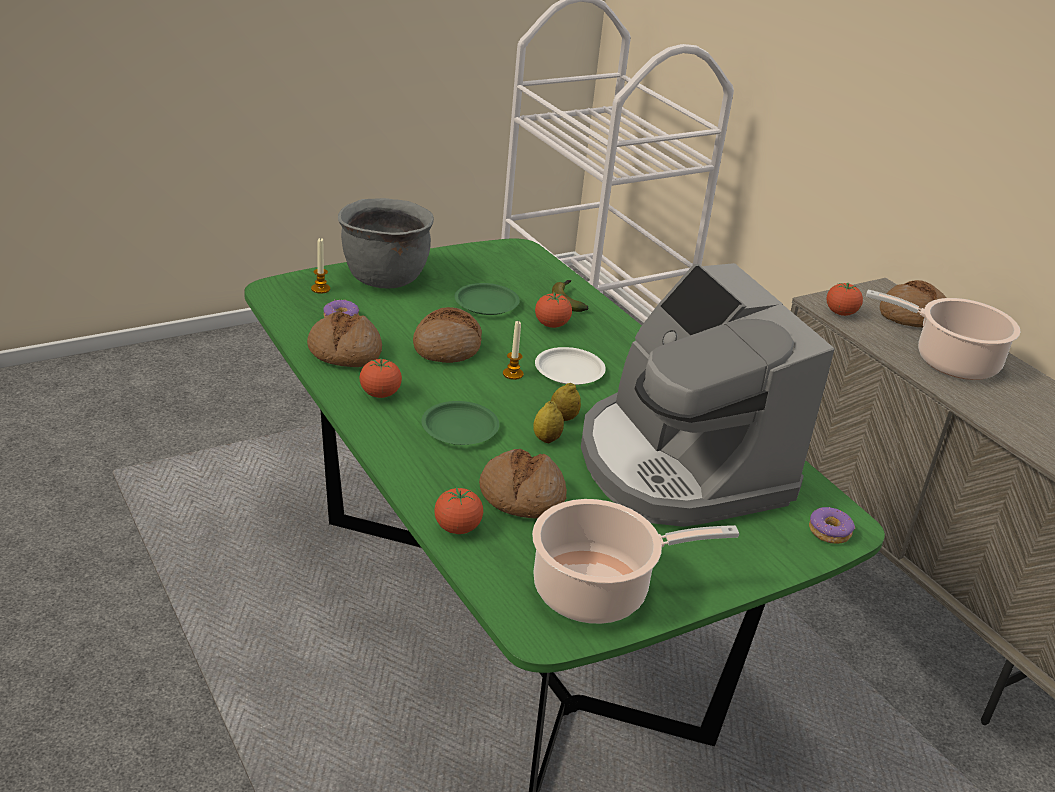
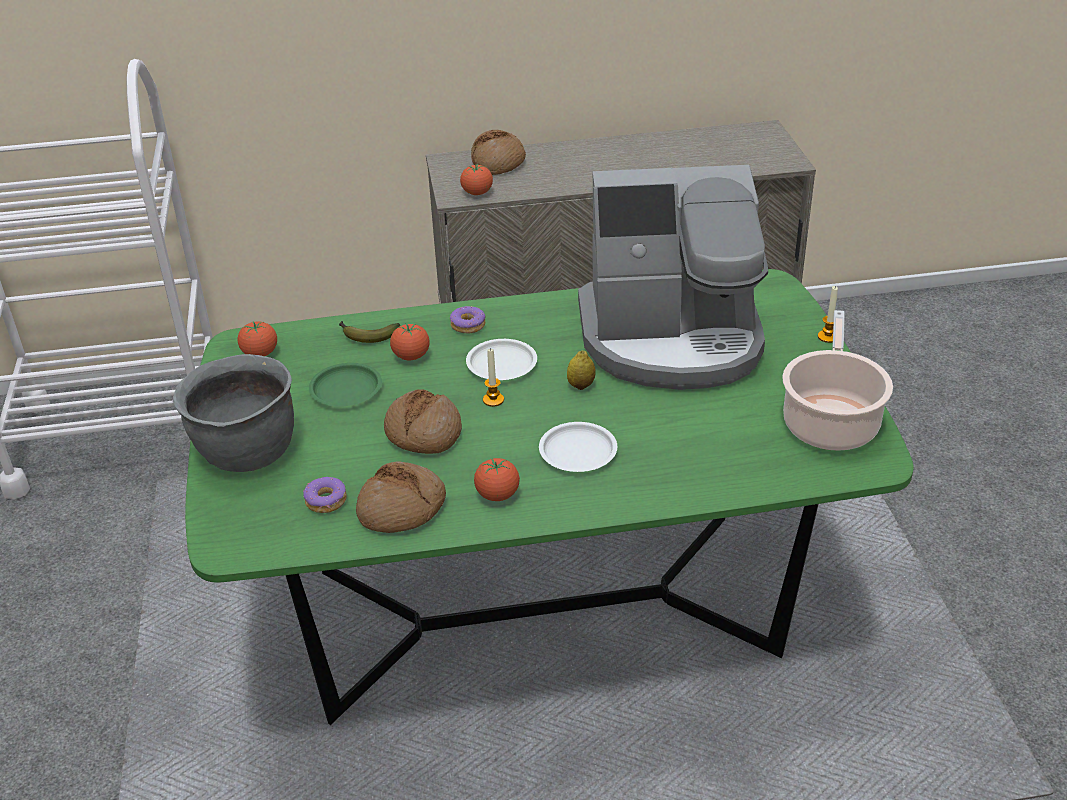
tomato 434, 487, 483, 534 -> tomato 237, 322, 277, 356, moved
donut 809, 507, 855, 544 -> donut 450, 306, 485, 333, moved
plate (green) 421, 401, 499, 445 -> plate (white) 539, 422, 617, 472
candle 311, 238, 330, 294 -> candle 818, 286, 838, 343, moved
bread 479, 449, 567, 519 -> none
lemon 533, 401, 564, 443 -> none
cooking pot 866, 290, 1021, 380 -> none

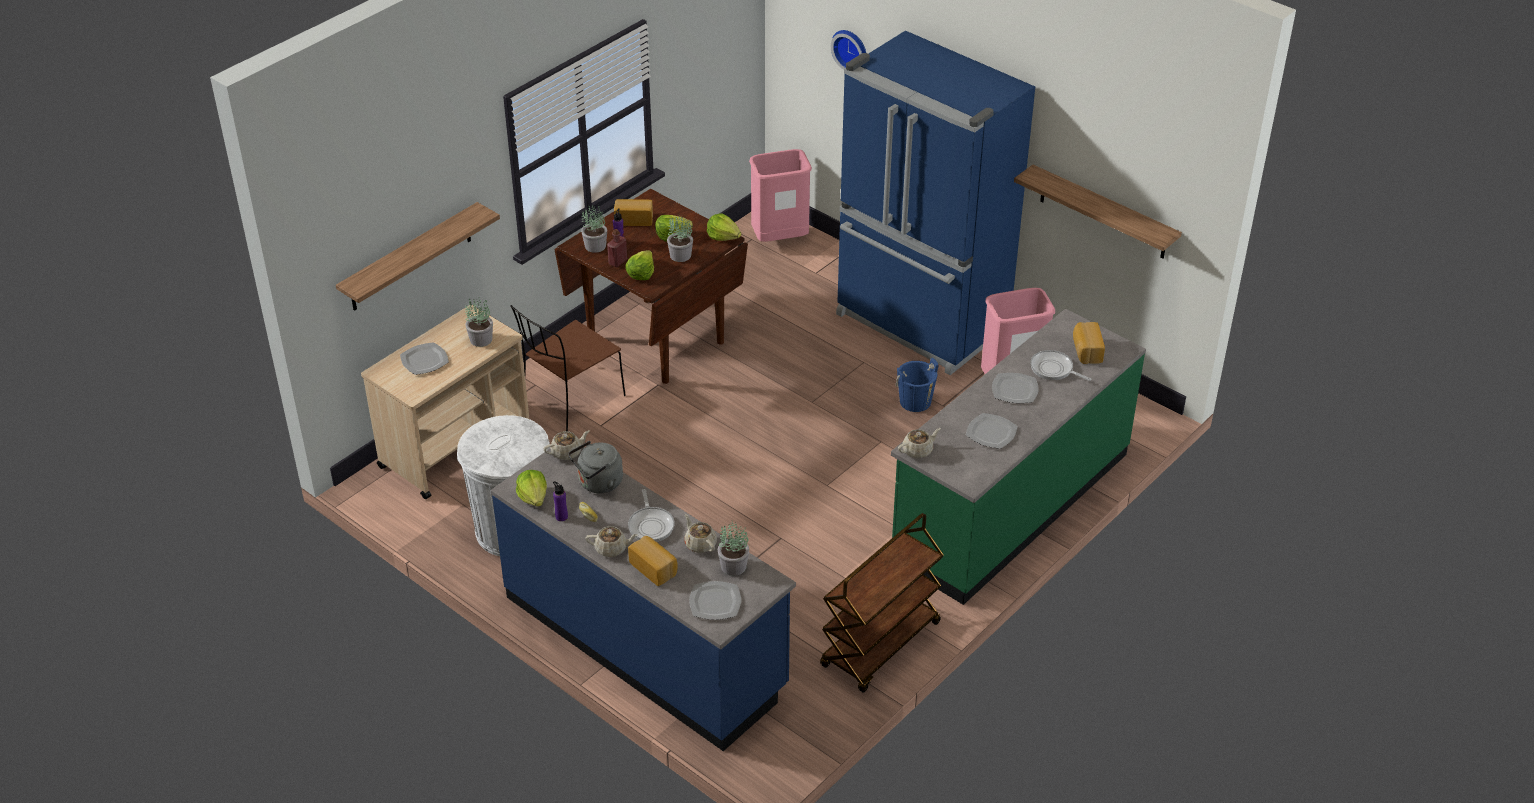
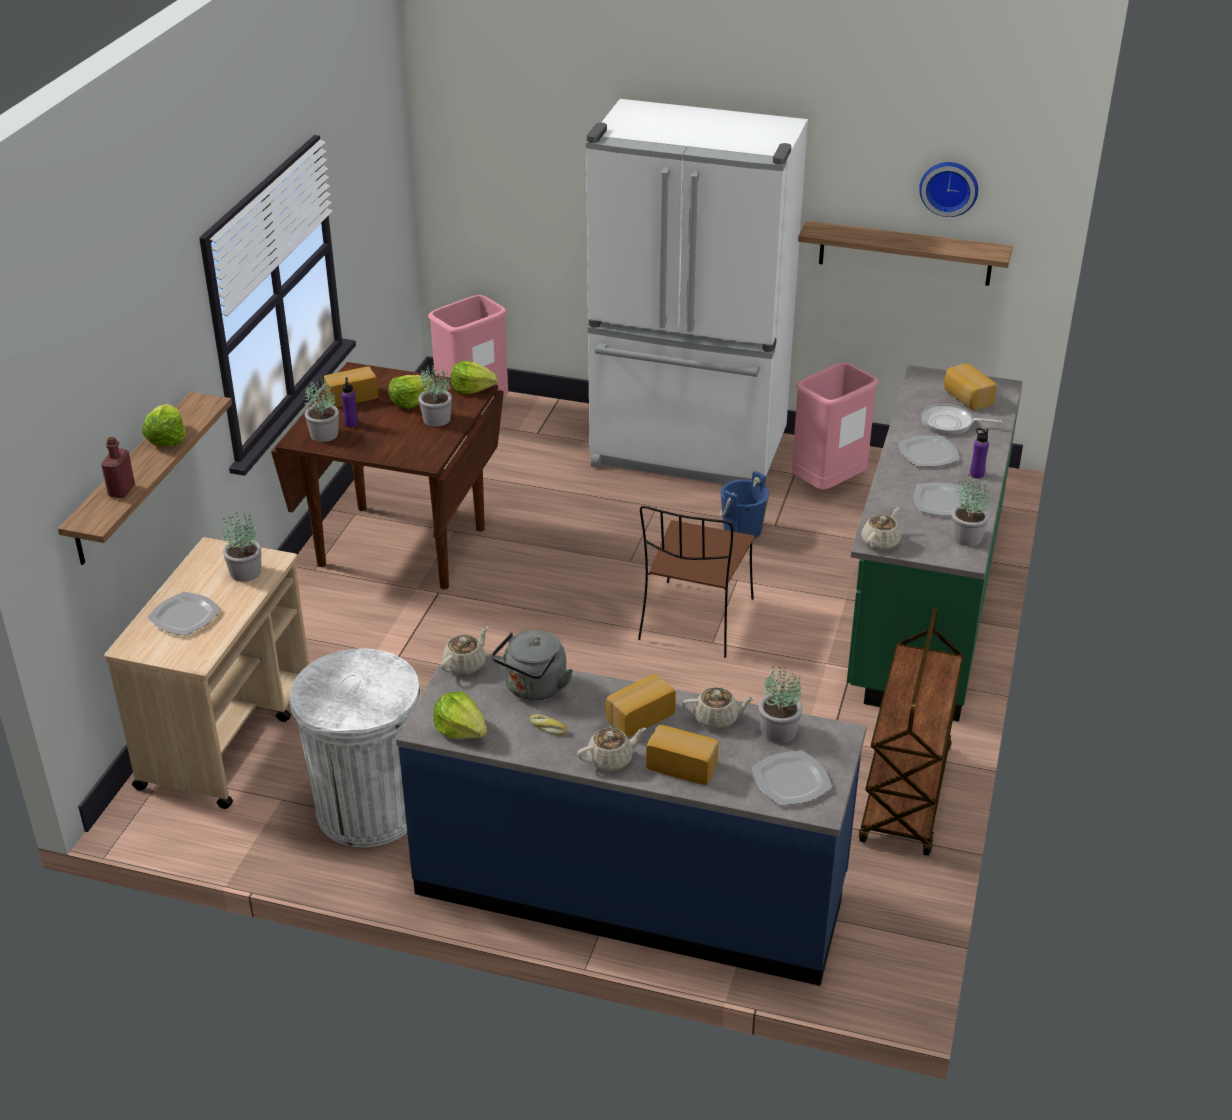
bottle (red) 607, 229, 627, 267 -> bottle (red) 101, 437, 135, 498, moved
lettuce 625, 250, 654, 280 -> lettuce 142, 404, 185, 447, moved
fridge (blue) 836, 31, 1035, 375 -> fridge (white) 586, 99, 808, 484
frying pan 628, 489, 675, 542 -> bread 605, 674, 676, 737
chair (brown) 510, 305, 626, 431 -> chair (brown) 638, 506, 755, 658, moved
teapot (beige) 684, 514, 717, 553 -> teapot (beige) 682, 687, 755, 729, 150 degrees clockwise
wall clock 831, 30, 866, 70 -> wall clock 919, 162, 978, 217, moved
none -> potted plant 951, 474, 989, 546
bottle (purple) 553, 481, 568, 521 -> bottle (purple) 970, 428, 989, 478, moved

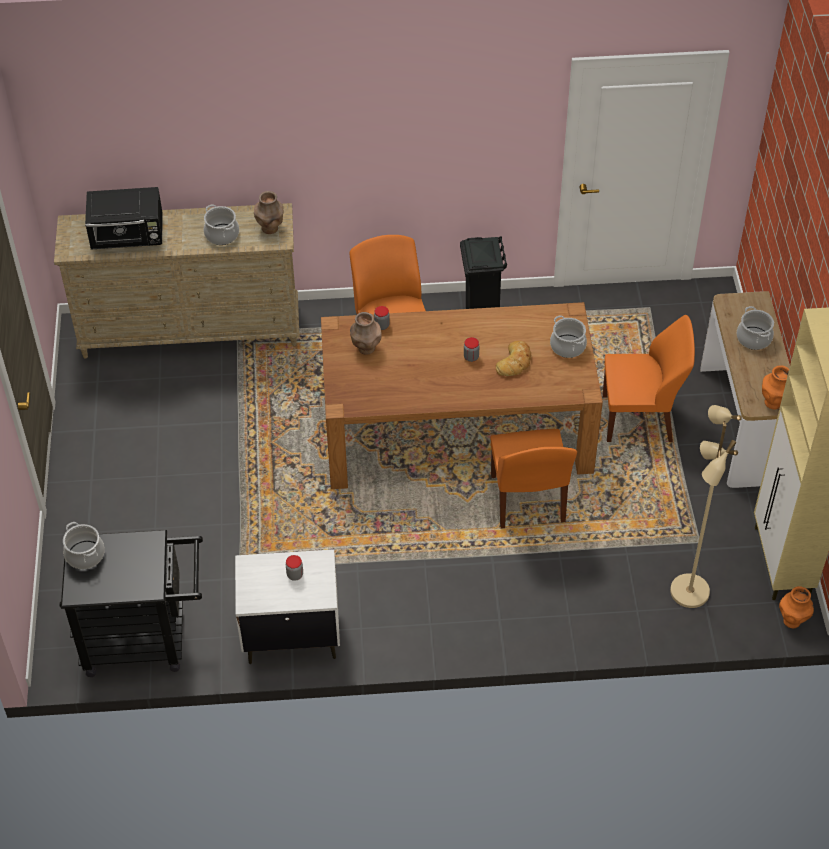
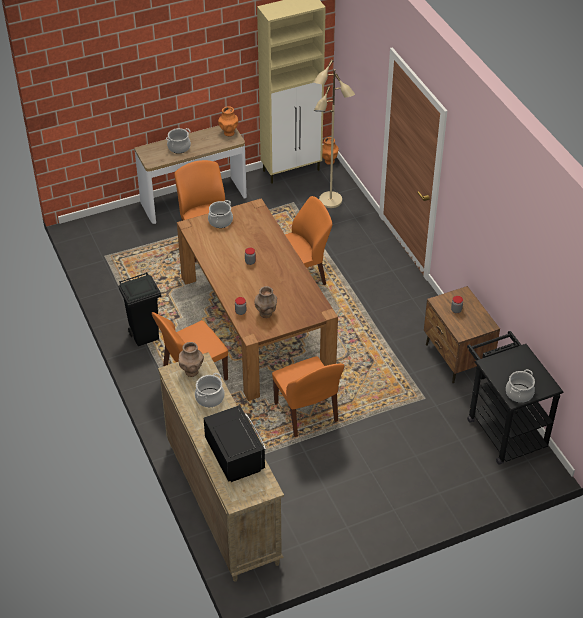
none -> chair (orange) 272, 356, 345, 437
nightstand (white) 235, 549, 340, 664 -> nightstand (brown) 424, 286, 500, 383
bread 496, 341, 531, 376 -> none

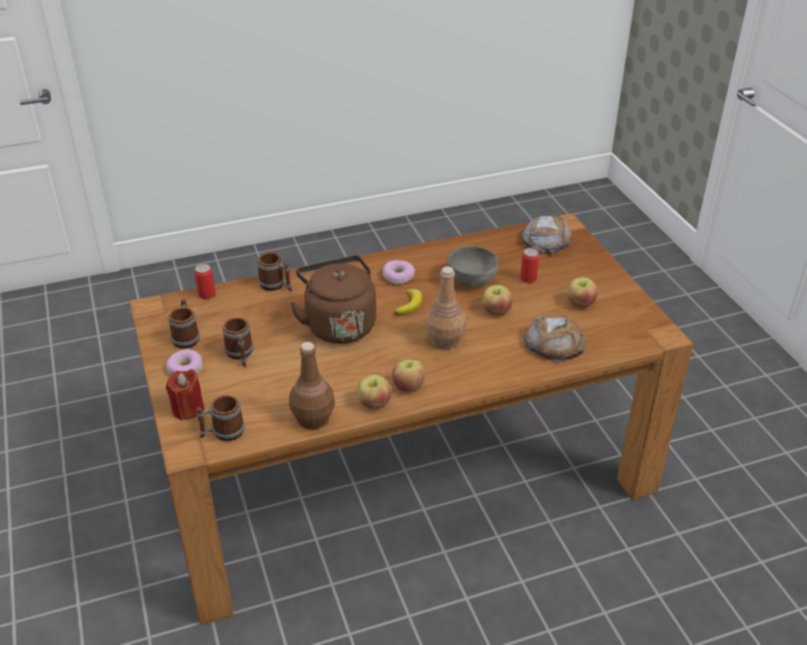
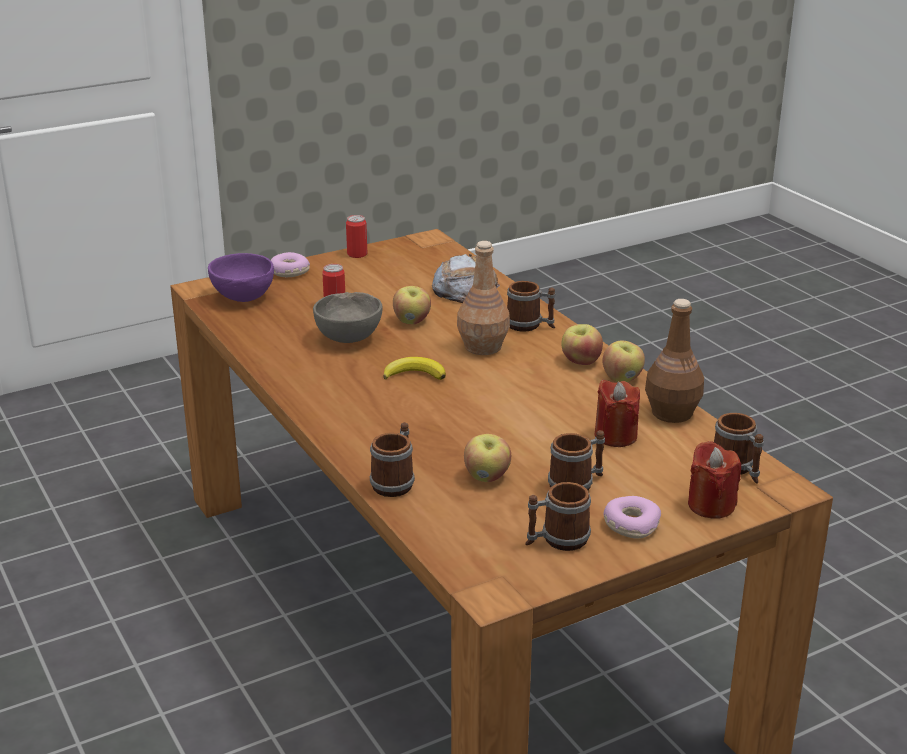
bread 522, 214, 574, 254 -> bowl (purple) 208, 253, 274, 302
donut 382, 260, 415, 285 -> donut 271, 252, 310, 277, moved
can 194, 264, 215, 299 -> can 346, 215, 367, 258, moved
apple 567, 277, 598, 308 -> apple 464, 434, 511, 482, moved
none -> mug 507, 281, 555, 332
none -> candle (red) 595, 380, 640, 447
kettle (brown) 290, 256, 376, 344 -> none

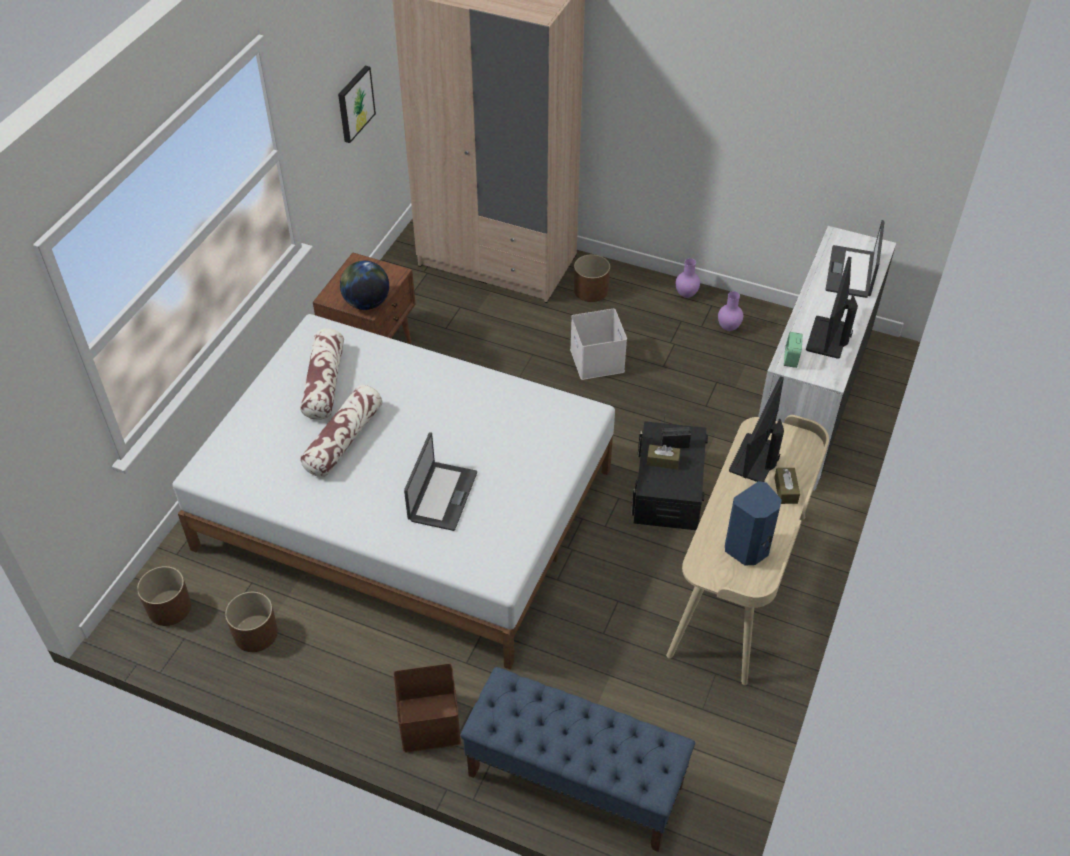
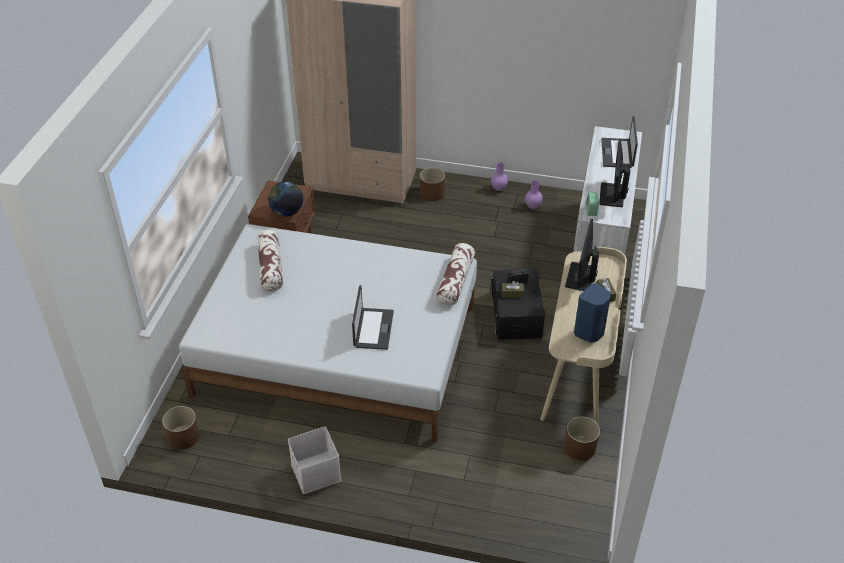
storage box (white) 570, 309, 627, 380 -> storage box (white) 288, 427, 341, 494, moved
pillow 300, 385, 383, 477 -> pillow 436, 243, 475, 305, moved
planter (brown) 225, 592, 278, 652 -> planter (brown) 565, 416, 600, 461, moved
picture 338, 66, 376, 143 -> none
storage box (brown) 394, 664, 461, 753 -> none
bench (blue) 460, 667, 695, 852 -> none

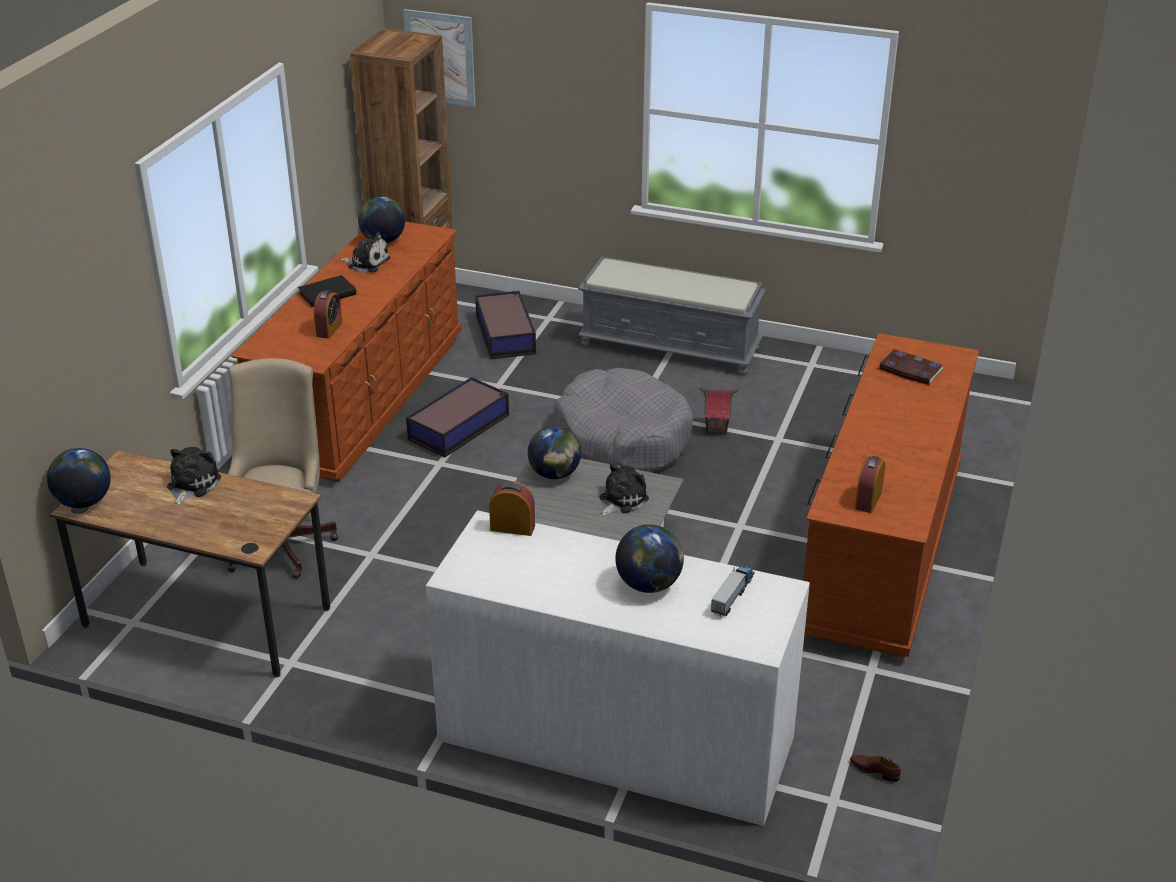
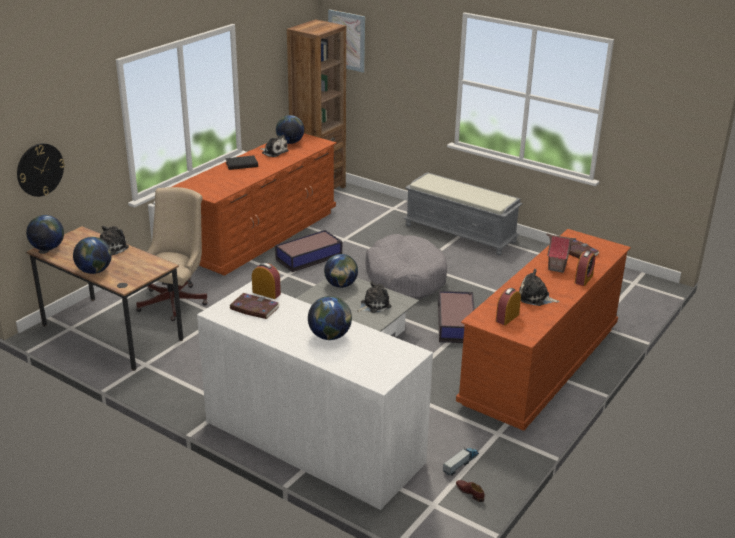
none -> wall clock 17, 143, 65, 197
none -> globe 73, 237, 112, 274
none -> book 230, 293, 280, 319
storage box 475, 291, 536, 359 -> storage box 438, 291, 475, 343, moved
toy truck 711, 567, 755, 617 -> toy truck 443, 447, 479, 476, moved
none -> plush toy 519, 269, 560, 306
toy house 699, 388, 738, 435 -> toy house 546, 233, 576, 273, moved
alarm clock 314, 290, 343, 339 -> alarm clock 575, 251, 595, 286, moved

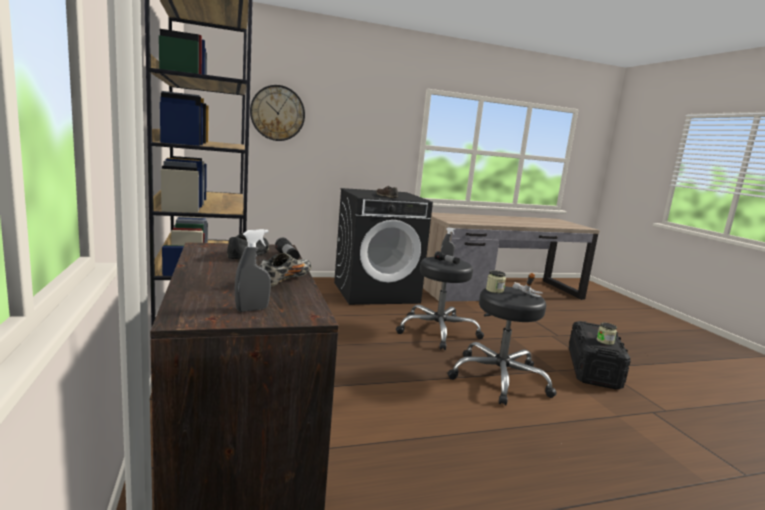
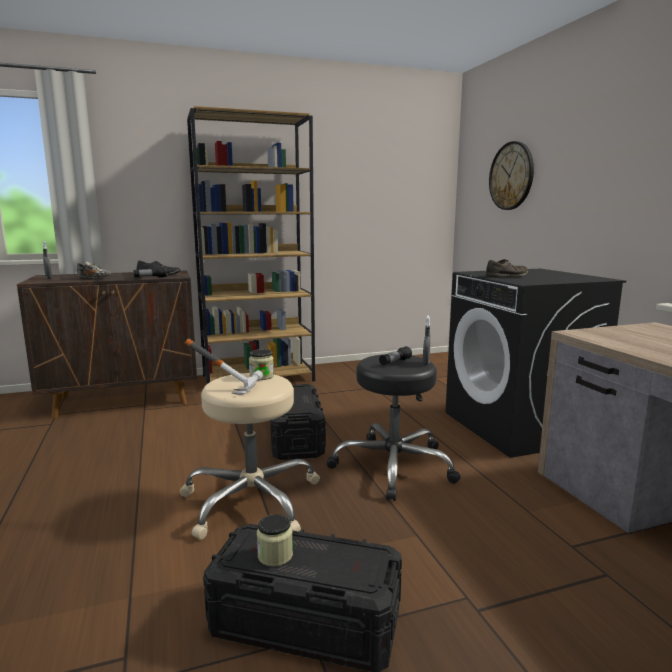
stool (black) 447, 286, 557, 405 -> stool (beige) 180, 373, 320, 540
none -> storage box (black) 270, 383, 326, 460

